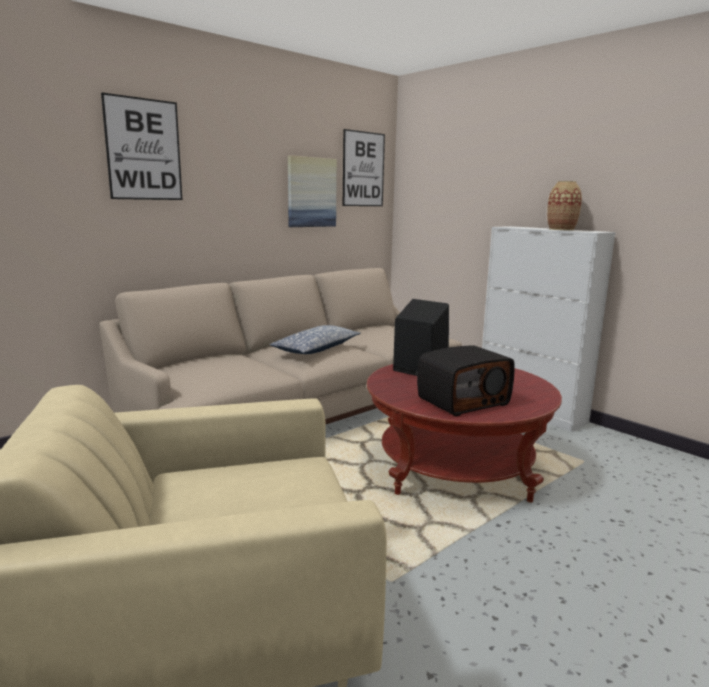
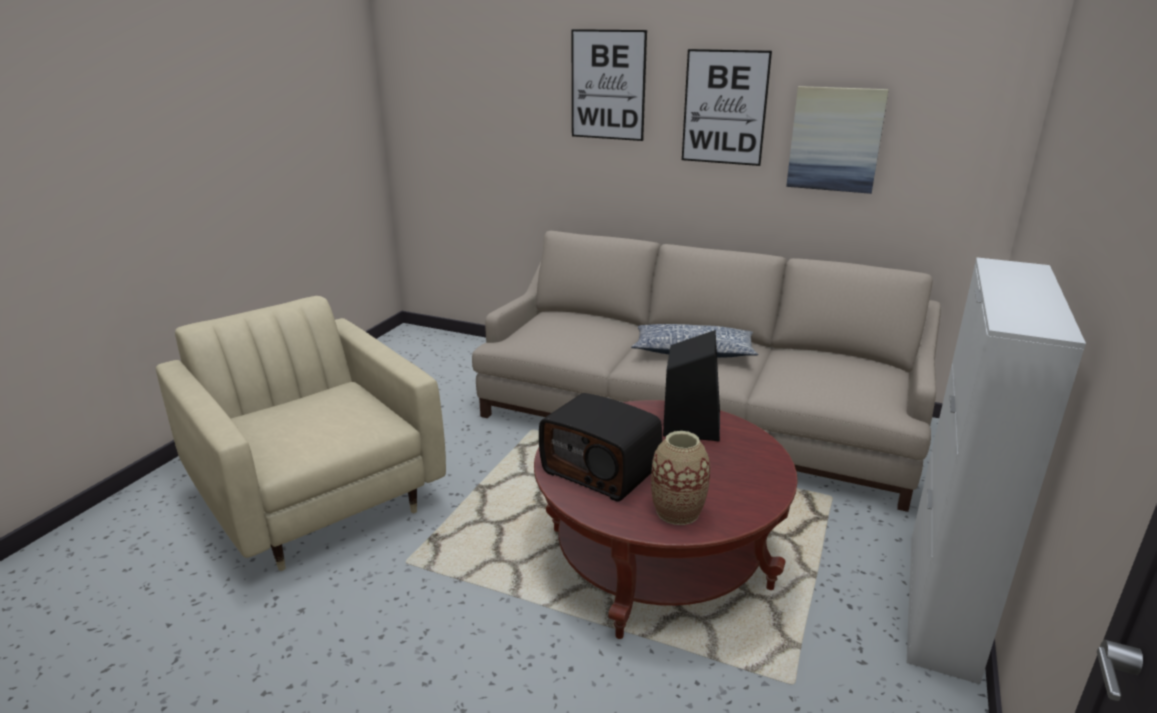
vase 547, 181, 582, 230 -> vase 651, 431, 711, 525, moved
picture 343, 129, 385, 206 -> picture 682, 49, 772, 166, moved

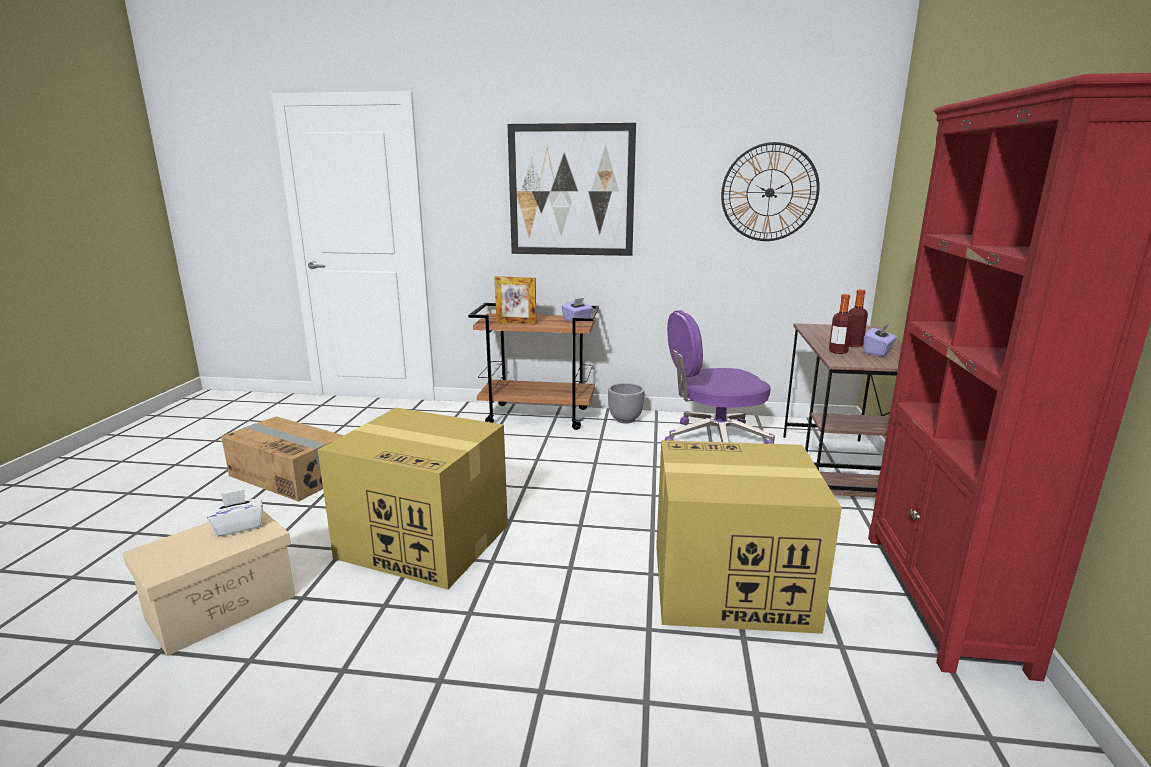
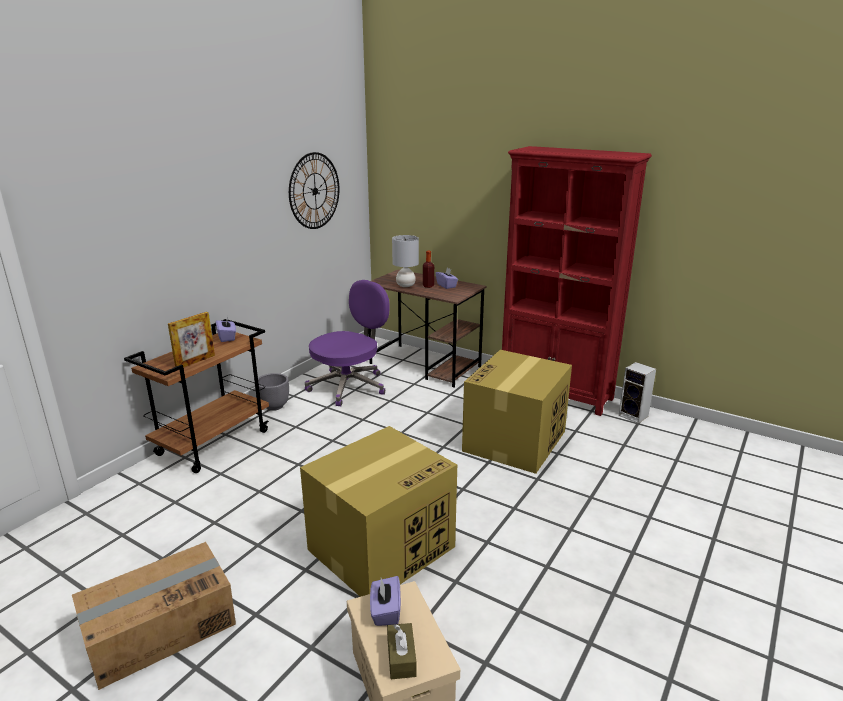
office chair (purple) 665, 310, 775, 444 -> office chair (purple) 305, 280, 390, 406, 150 degrees counterclockwise
tissue box (white) 207, 490, 263, 537 -> tissue box (purple) 370, 576, 401, 626
none -> tissue box (brown) 387, 623, 417, 679
none -> table lamp (grey) 392, 235, 419, 287
none -> speaker 619, 362, 656, 423
picture 507, 123, 636, 256 -> none
bottle 829, 294, 853, 354 -> none

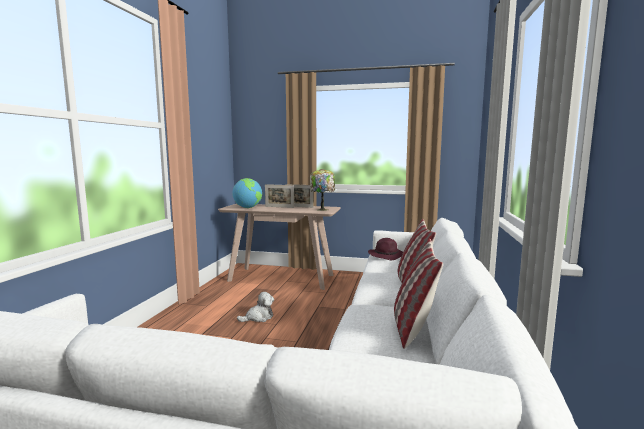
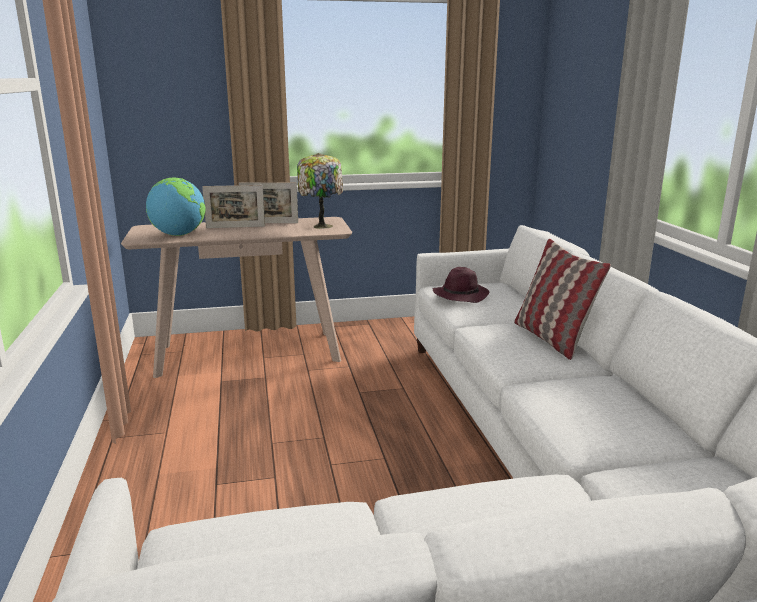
plush toy 237, 292, 274, 322 -> none
pillow 394, 239, 443, 349 -> none

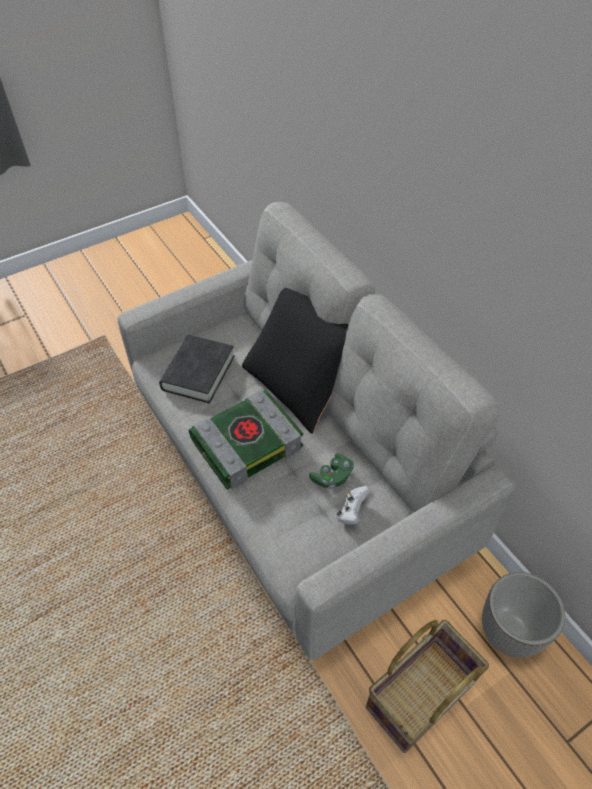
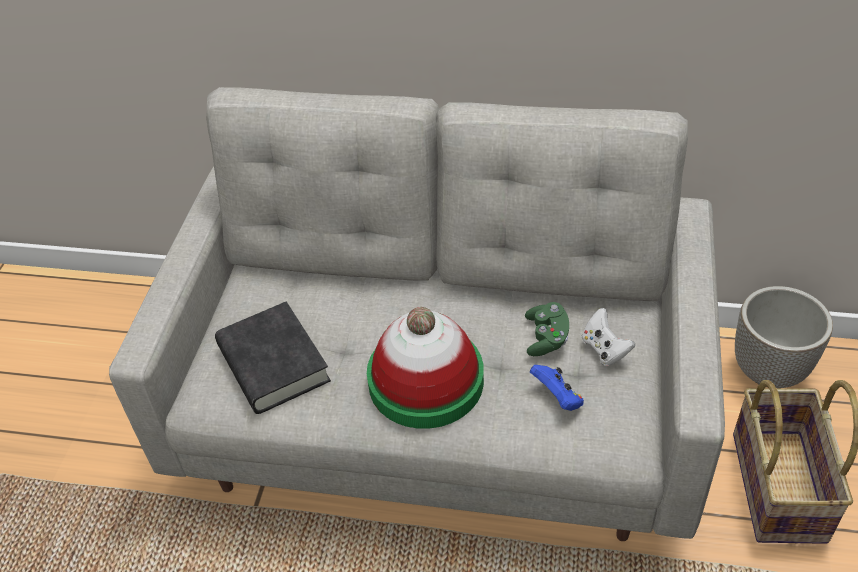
book 189, 390, 303, 490 -> hat 367, 307, 484, 429
none -> game controller (blue) 530, 365, 584, 411
pillow (black) 242, 288, 349, 434 -> none

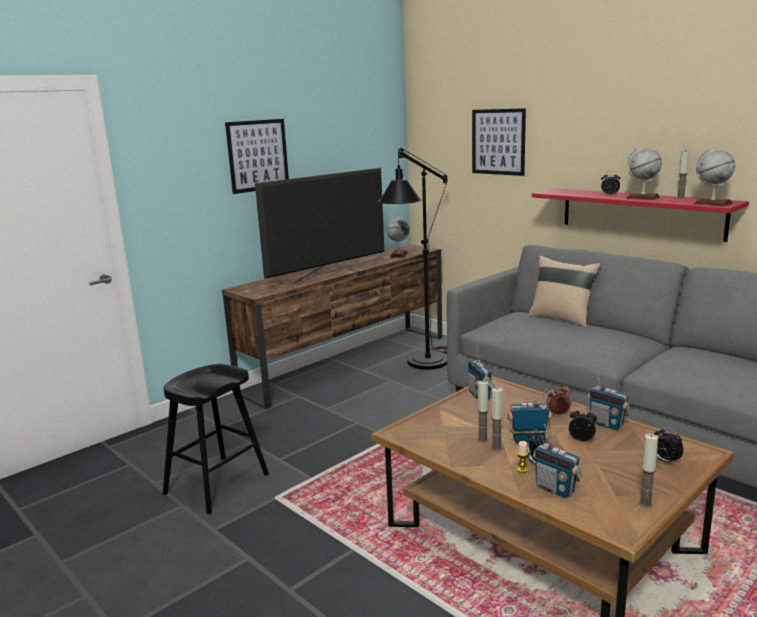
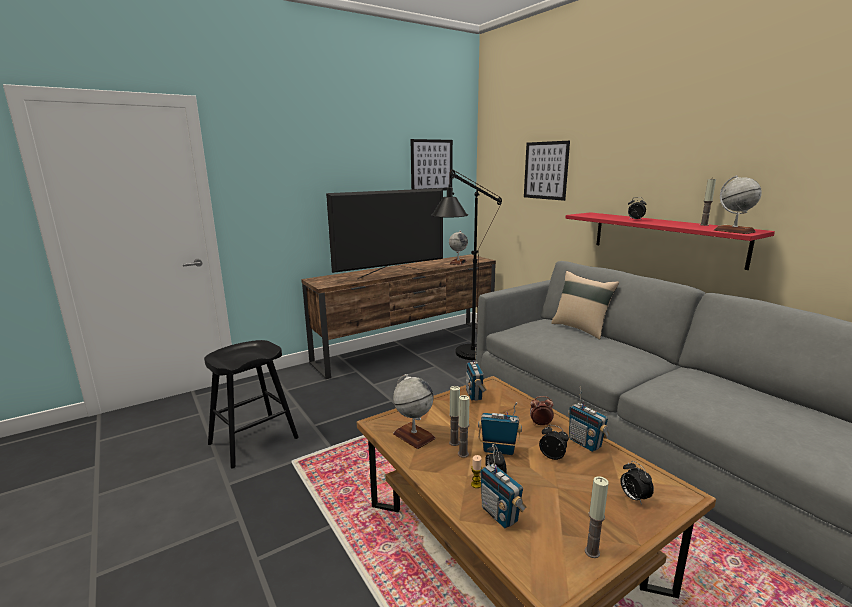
globe 626, 147, 662, 200 -> globe 393, 374, 436, 449, moved
picture 225, 119, 289, 194 -> picture 411, 139, 453, 191, moved

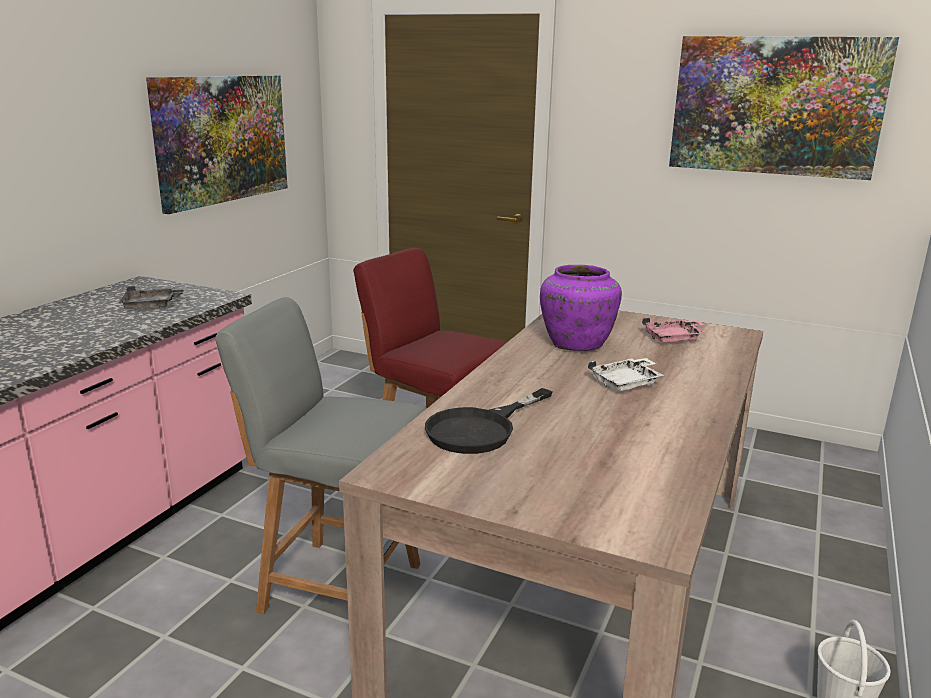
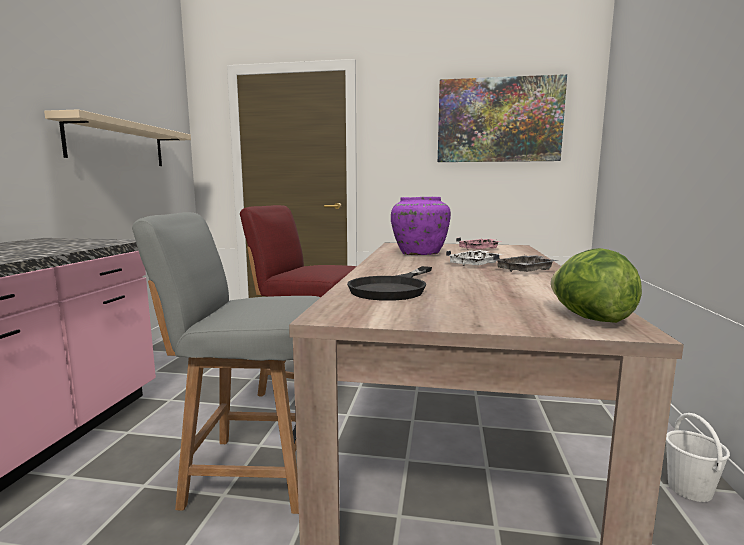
picture 146, 75, 288, 214 -> shelf (beige) 44, 110, 191, 166
tray (grey) 119, 286, 188, 309 -> tray (grey) 493, 254, 559, 272, moved
none -> lettuce 551, 248, 642, 323

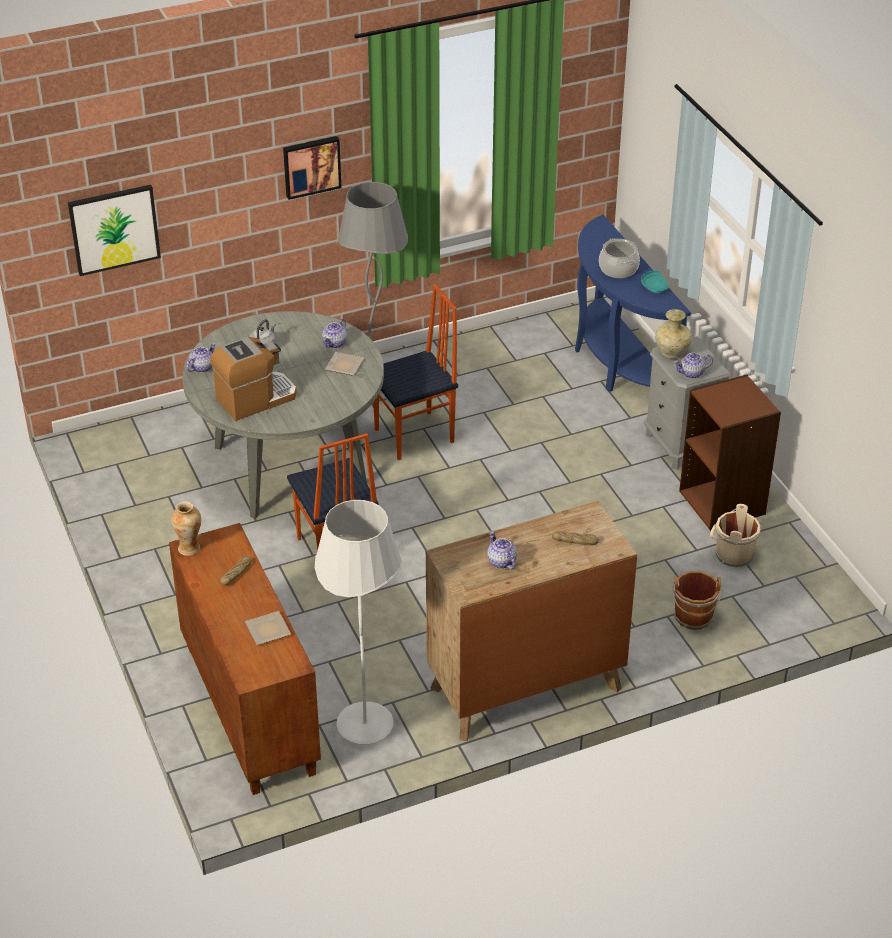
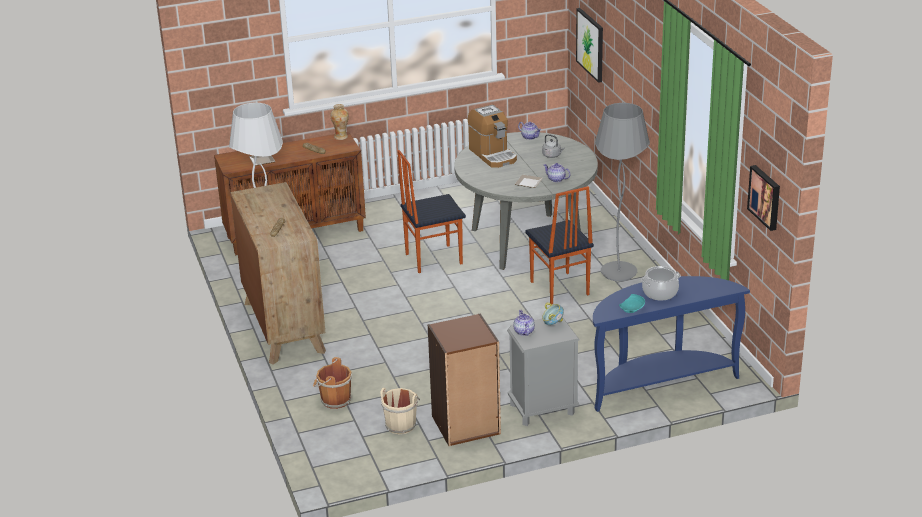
vase (beige) 655, 309, 692, 359 -> bowl 542, 303, 564, 325
picture 283, 136, 341, 200 -> picture 747, 165, 780, 231, moved
teapot 487, 531, 517, 570 -> none

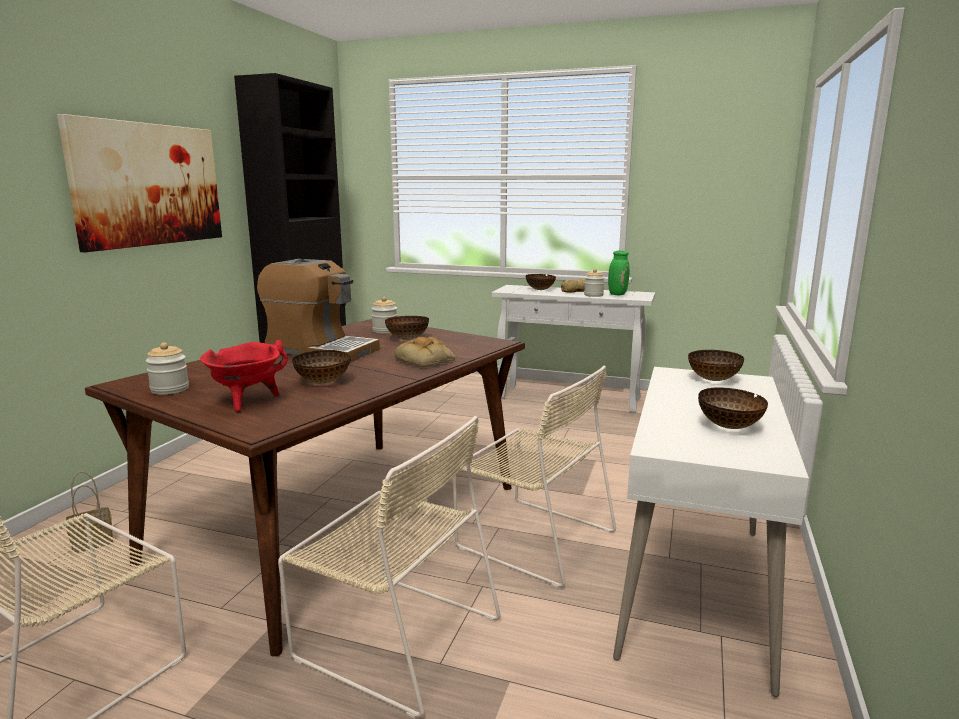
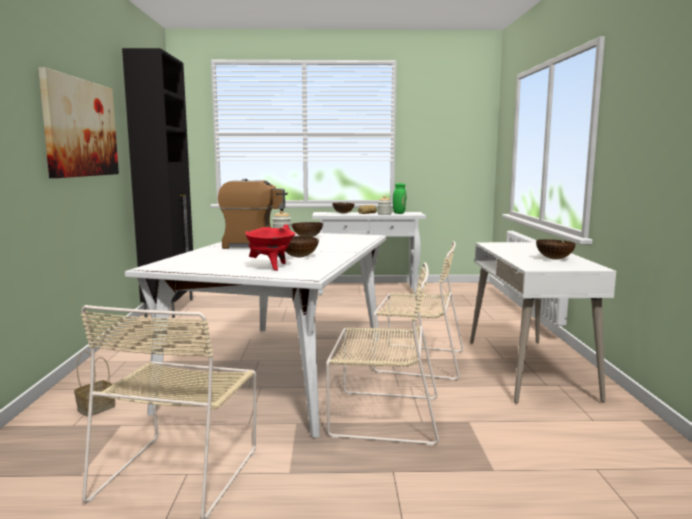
dining table (brown) 85, 319, 525, 656 -> dining table (white) 125, 232, 386, 438
jar 146, 342, 189, 395 -> none
bread 395, 337, 455, 367 -> none
bowl 688, 350, 744, 381 -> none

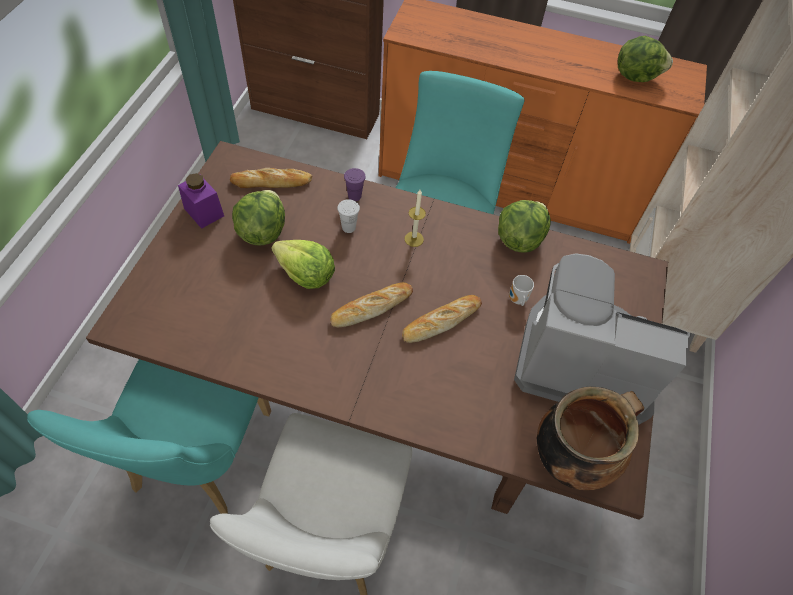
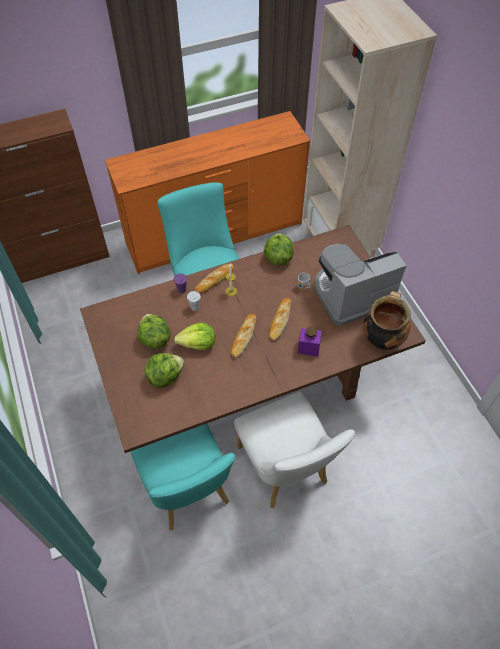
lettuce 618, 36, 673, 82 -> lettuce 144, 353, 184, 388, moved
bread 230, 168, 312, 188 -> bread 194, 263, 234, 294, moved
jar (purple) 178, 173, 224, 229 -> jar (purple) 297, 327, 321, 357, moved

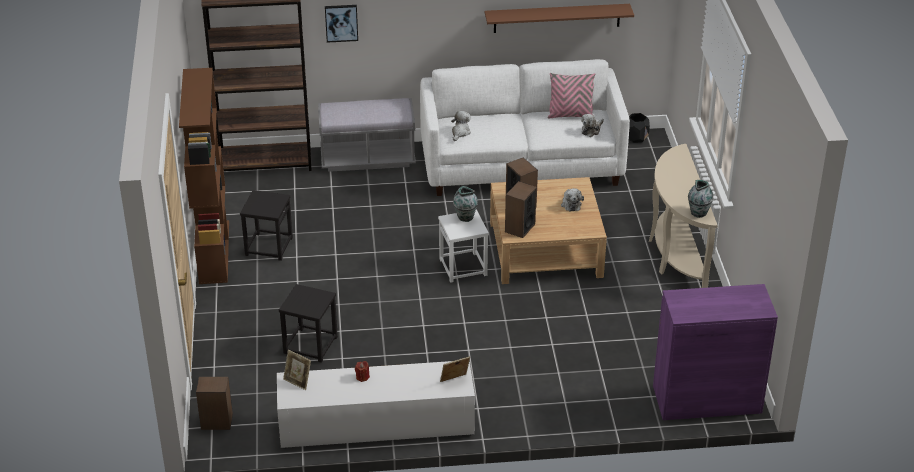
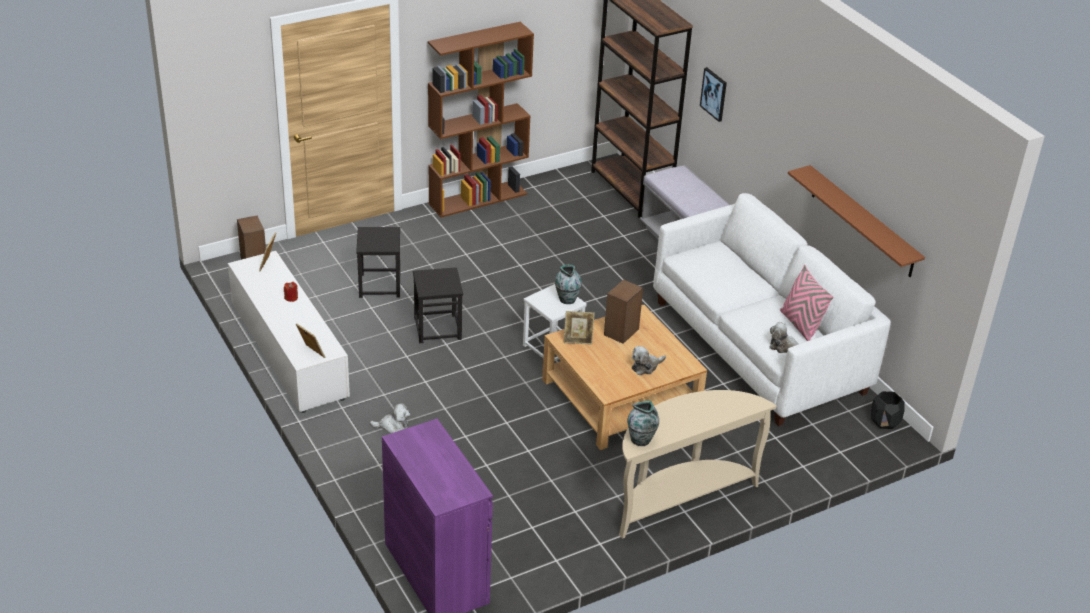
plush toy 451, 111, 471, 141 -> plush toy 370, 403, 410, 433, moved
stool (black) 240, 190, 293, 261 -> stool (black) 413, 267, 463, 343, moved
speaker 505, 181, 537, 238 -> picture frame 564, 311, 595, 345

